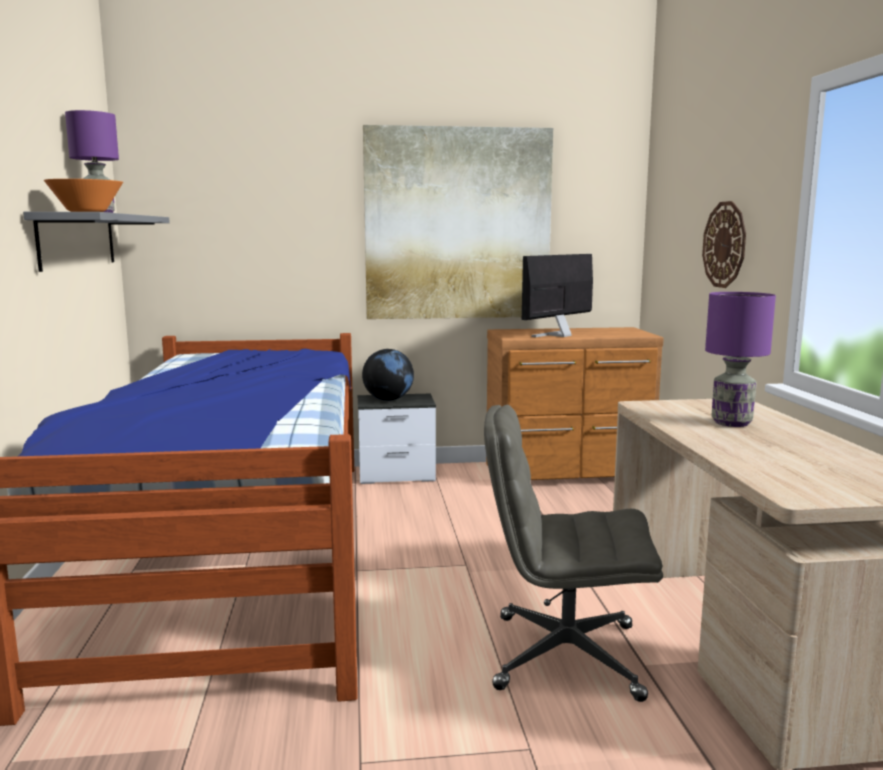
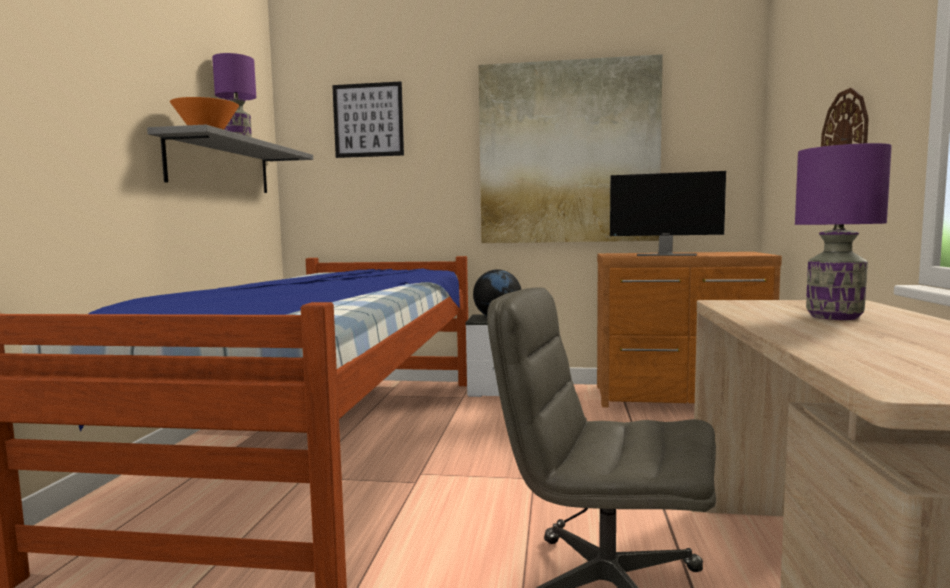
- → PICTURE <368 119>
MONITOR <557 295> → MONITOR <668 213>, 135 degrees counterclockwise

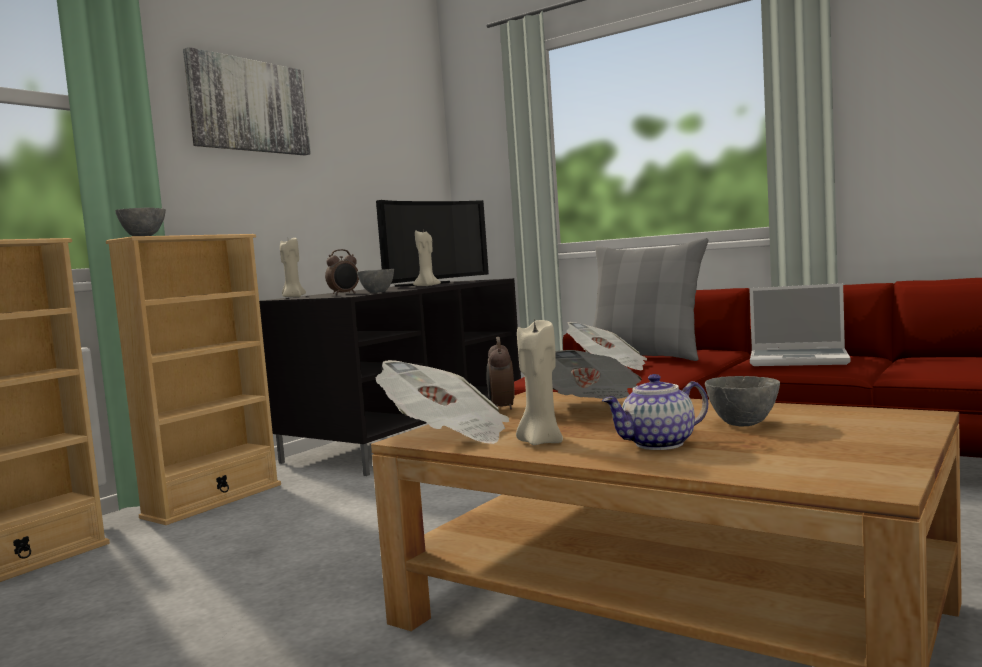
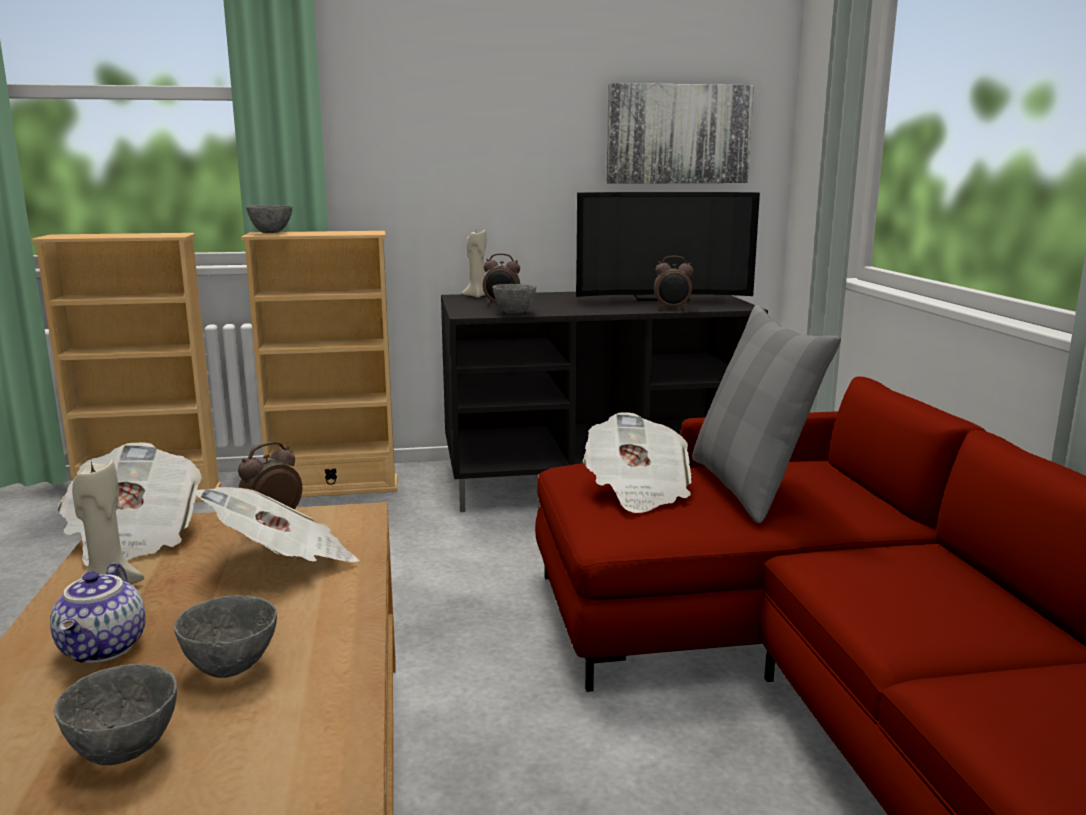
TEAPOT <655 412> → TEAPOT <98 613>, 120 degrees counterclockwise
- → GREY BOWL <115 714>
PICTURE <247 101> → PICTURE <680 133>, moved
- → ALARM CLOCK <673 283>
BEIGE CANDLE <427 258> → -
LAPTOP <800 324> → -

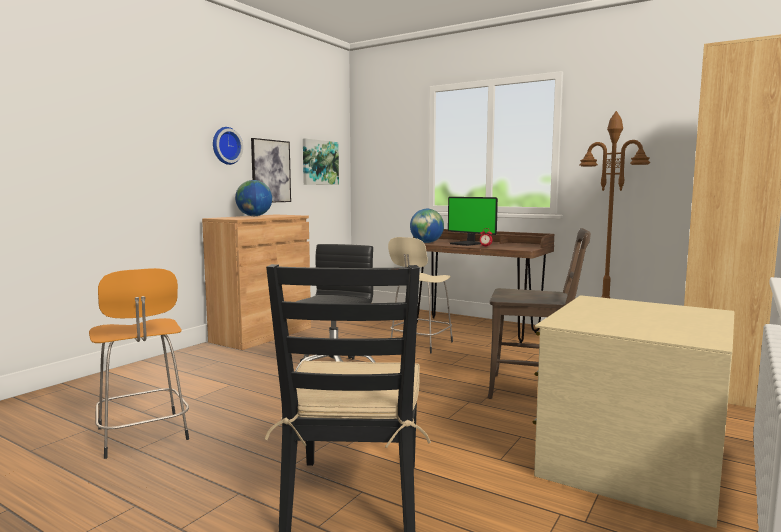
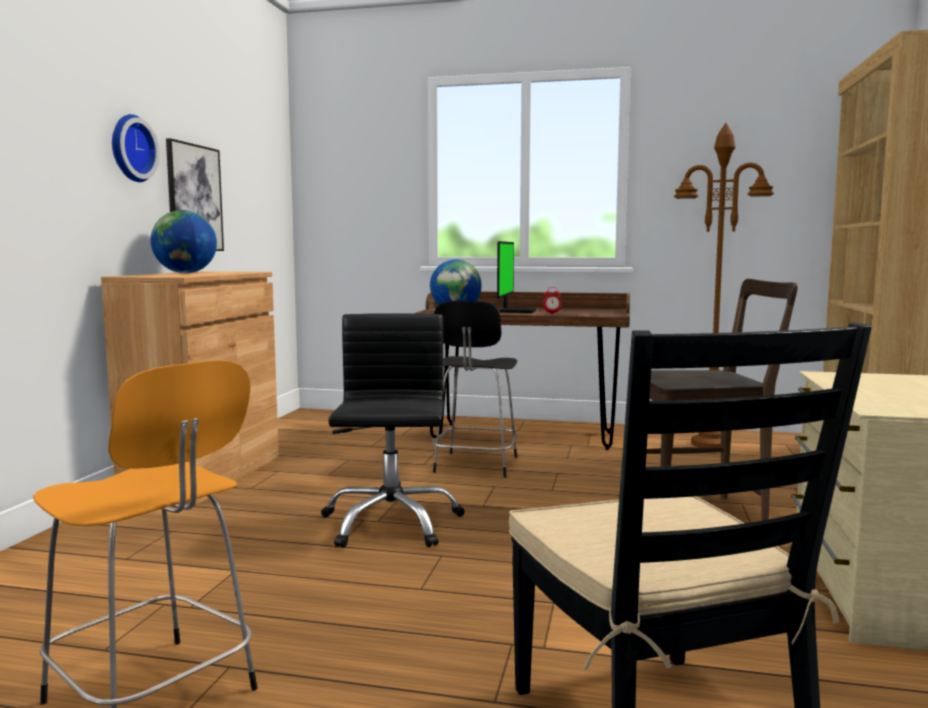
BEIGE STOOL <420 295> → BLACK STOOL <474 389>
MONITOR <473 221> → MONITOR <517 277>, 105 degrees counterclockwise
PICTURE <321 161> → -

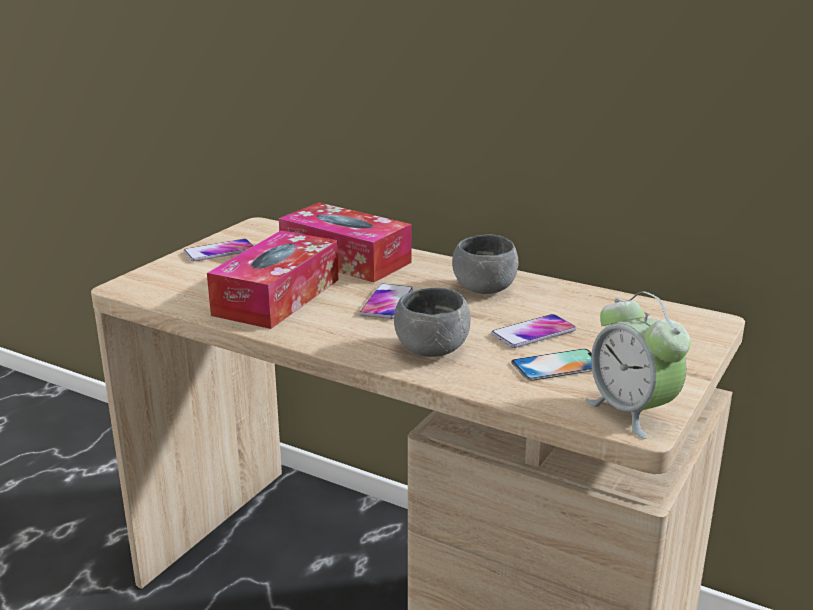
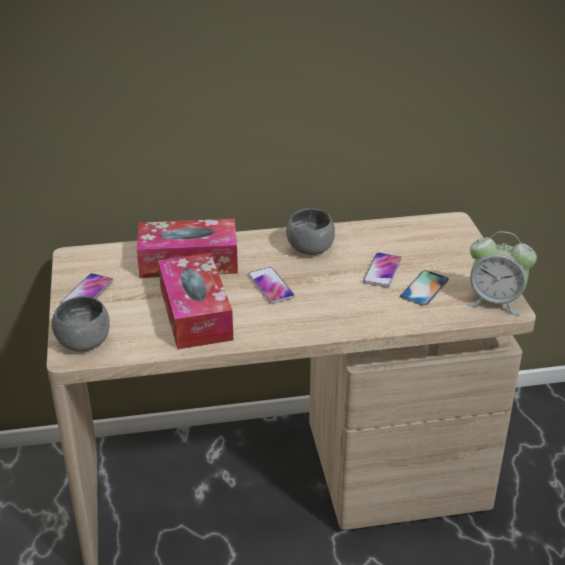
GREY BOWL <432 322> → GREY BOWL <81 324>, moved

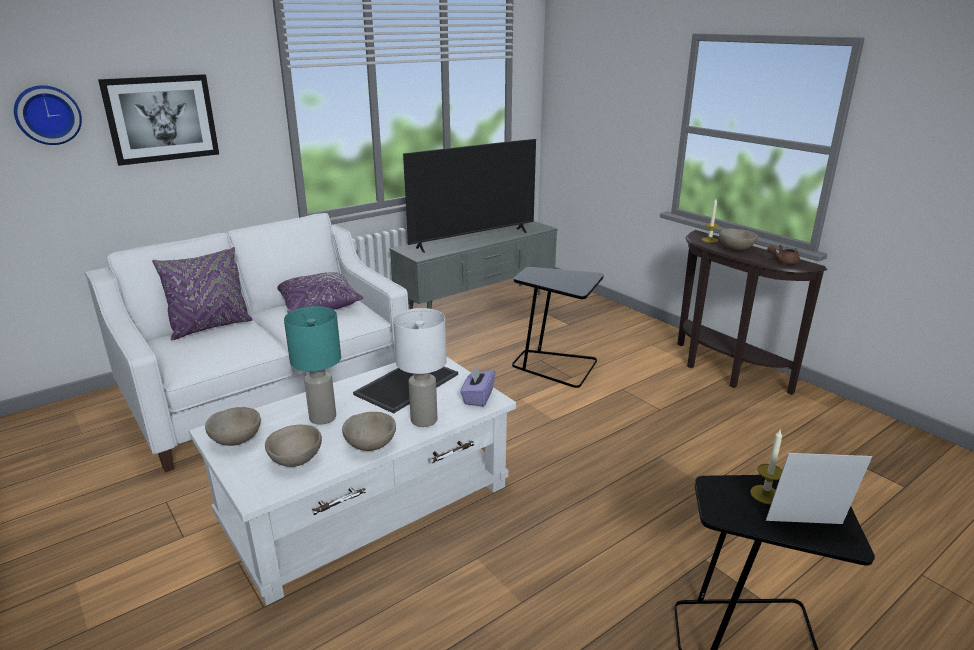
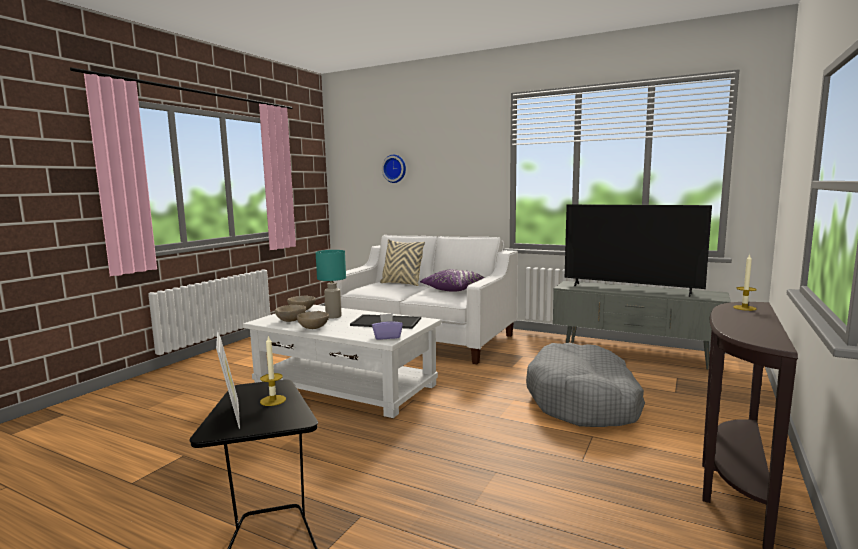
PURPLE PILLOW <202 293> → BEIGE PILLOW <402 262>
BLACK SIDE TABLE <558 327> → GREY DOG BED <585 385>
PICTURE <158 120> → -
WHITE TABLE LAMP <420 367> → -
BEIGE BOWL <738 239> → -
BROWN TEAPOT <783 254> → -

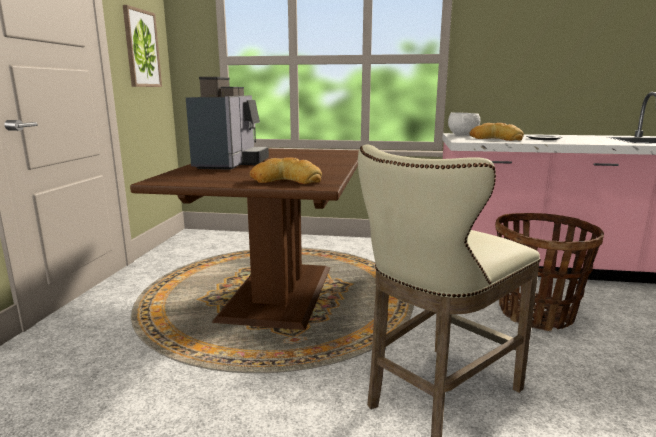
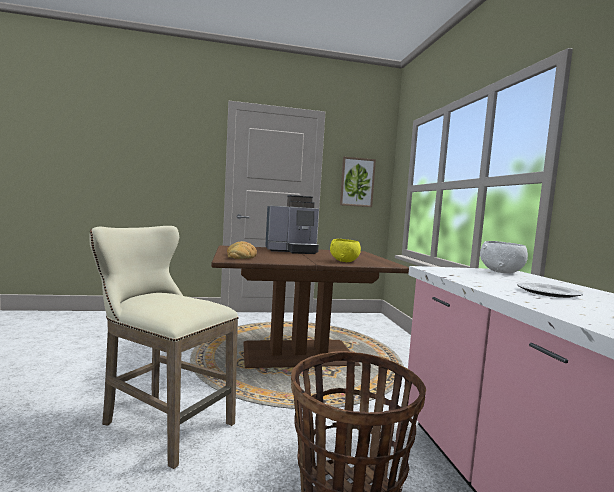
- → YELLOW BOWL <345 250>
BREAD <497 132> → -

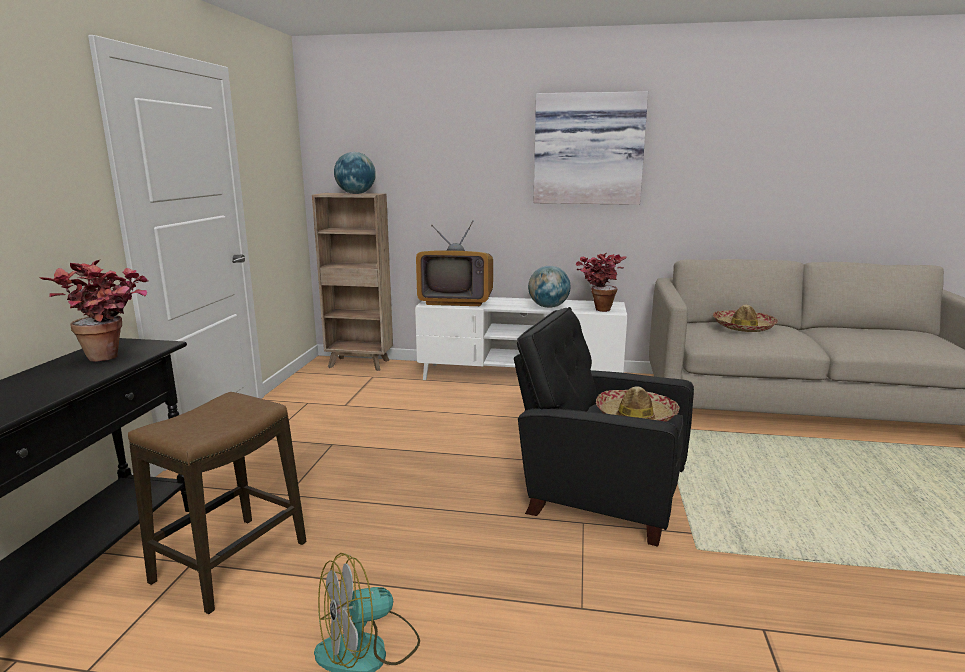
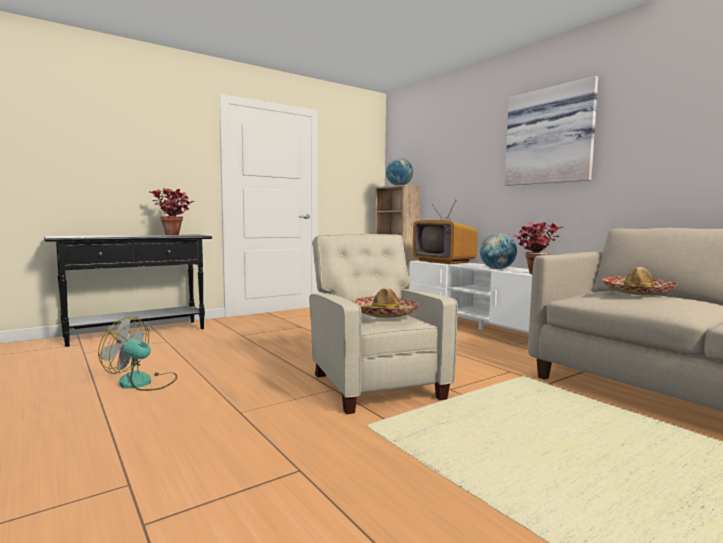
BLACK ARMCHAIR <604 427> → BEIGE ARMCHAIR <383 324>
STOOL <217 503> → -

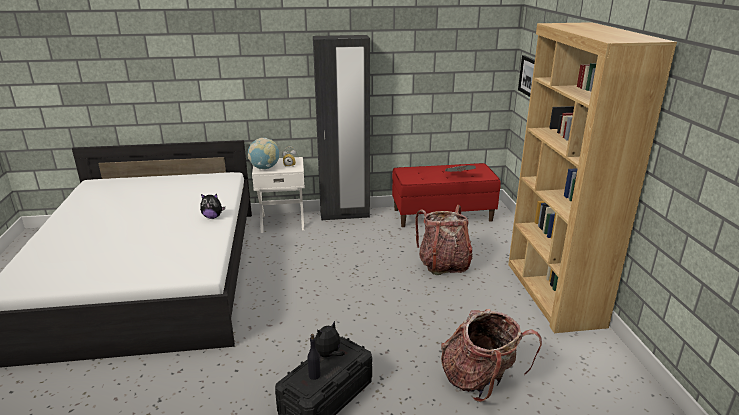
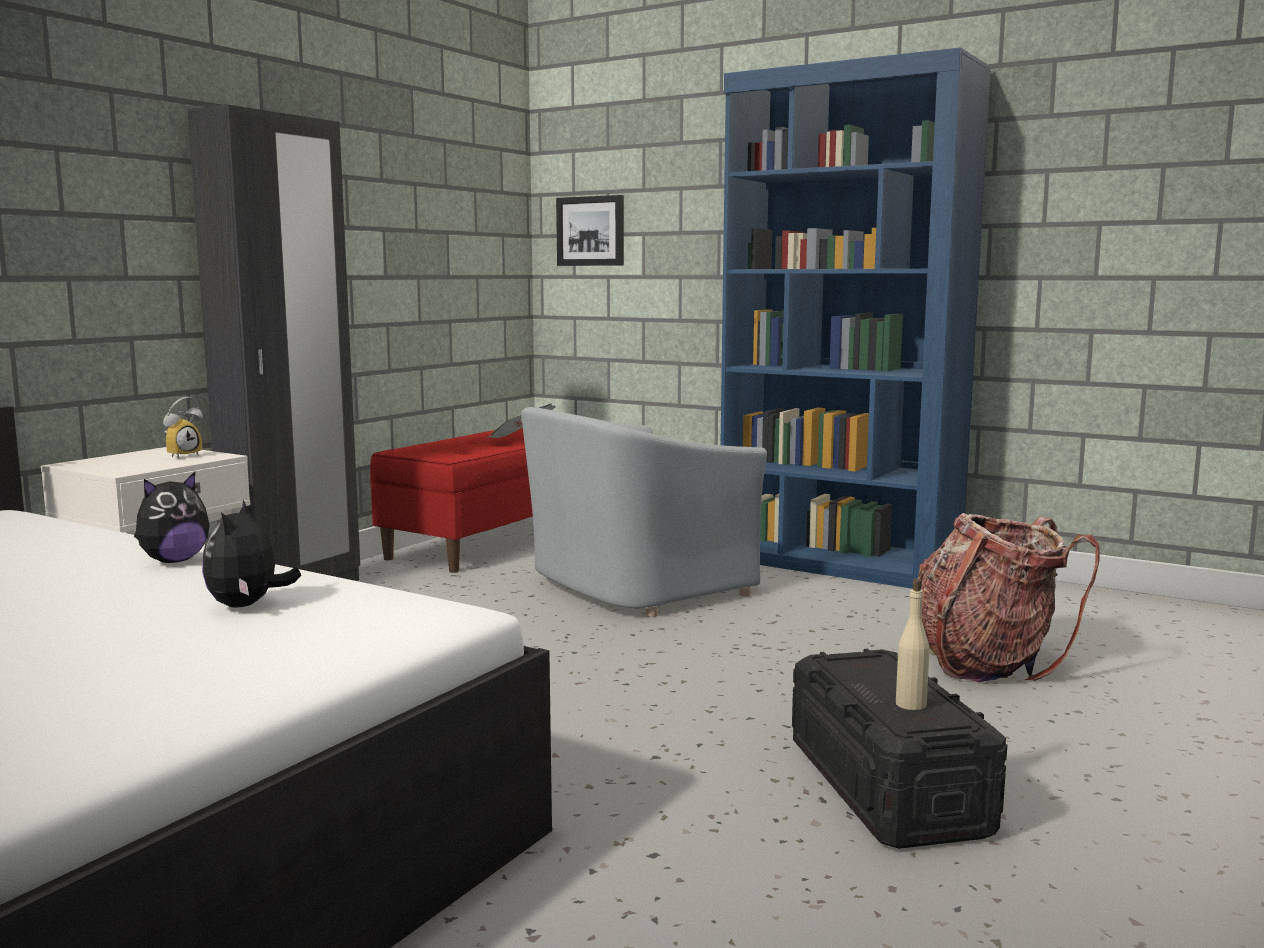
PLUSH TOY <330 339> → PLUSH TOY <251 554>, moved
BACKPACK <444 240> → GREY ARMCHAIR <644 512>
BROWN BOOKCASE <592 177> → BLUE BOOKCASE <855 318>
BLACK BOTTLE <314 357> → BEIGE BOTTLE <912 644>
GLOBE <263 153> → -

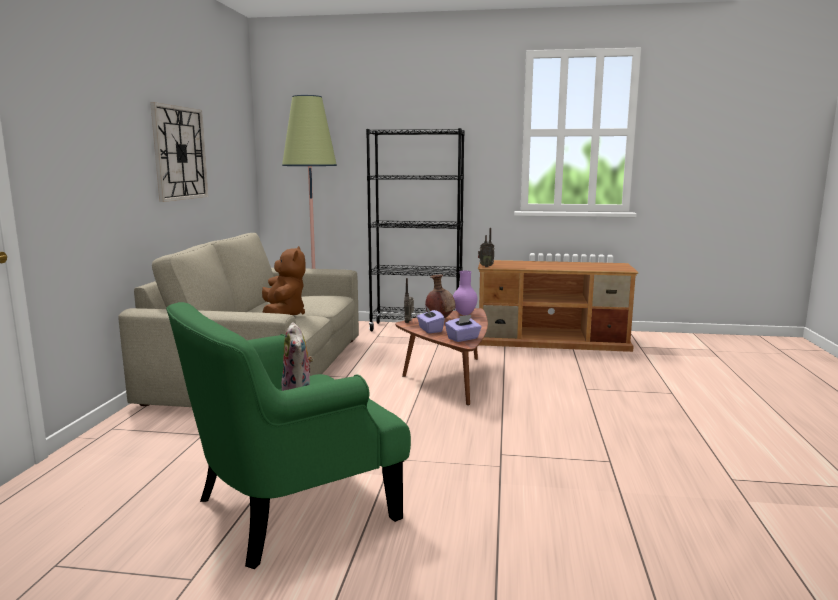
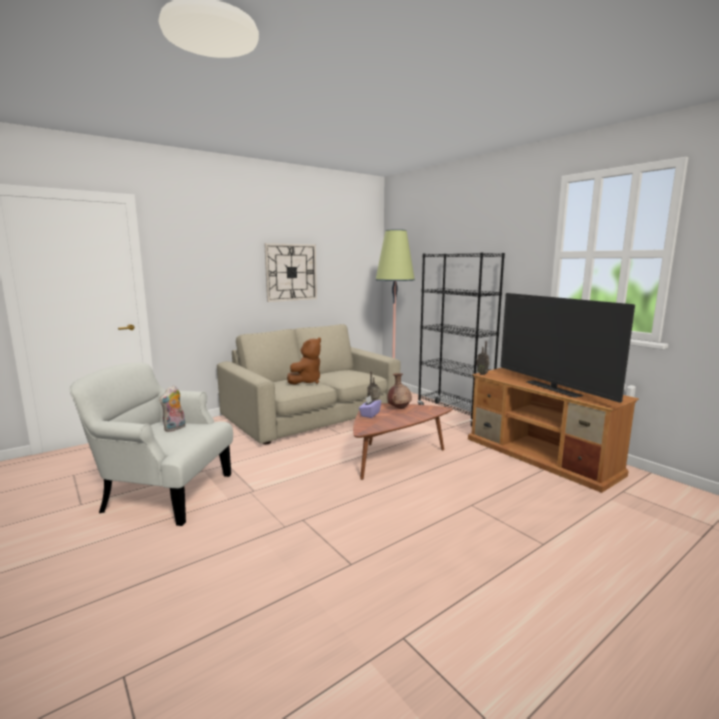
GREEN ARMCHAIR <288 435> → WHITE ARMCHAIR <151 444>
- → TELEVISION <568 348>
PURPLE TISSUE BOX <463 328> → -
PURPLE VASE <465 293> → -

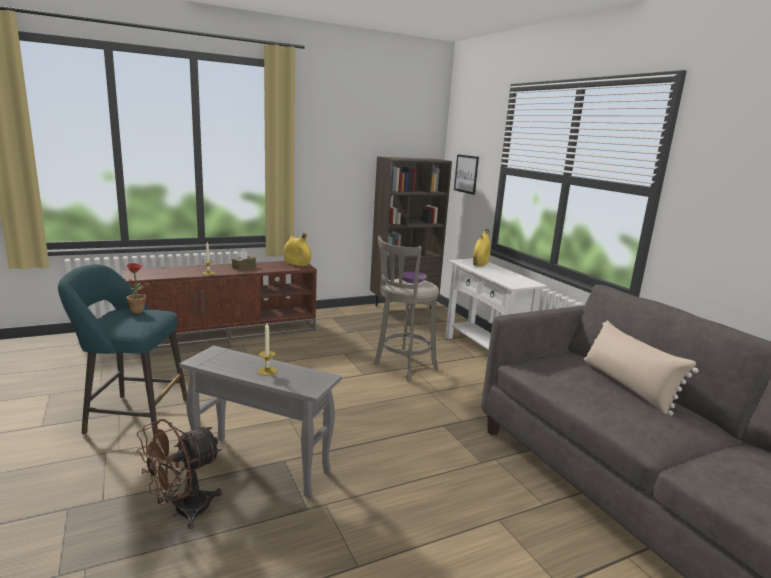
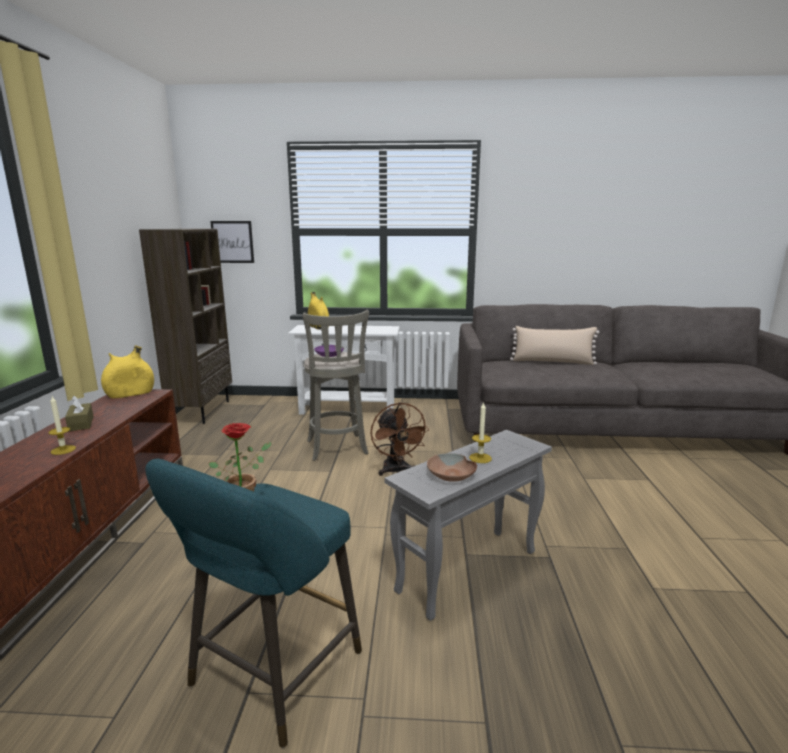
BROWN FAN <179 474> → BROWN FAN <400 439>, moved
- → BROWN BOWL <452 467>

